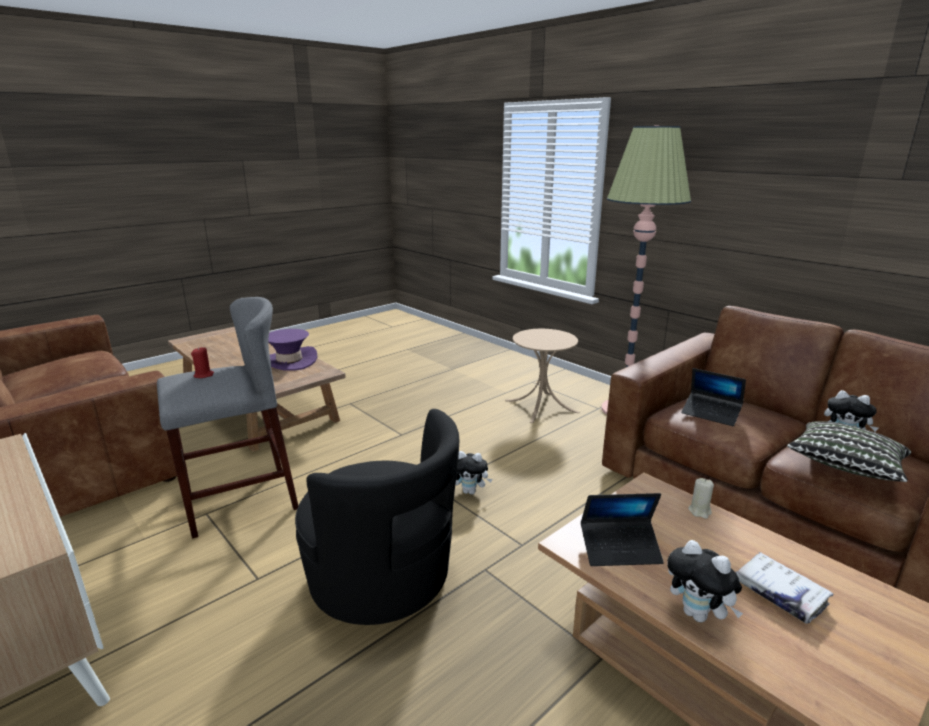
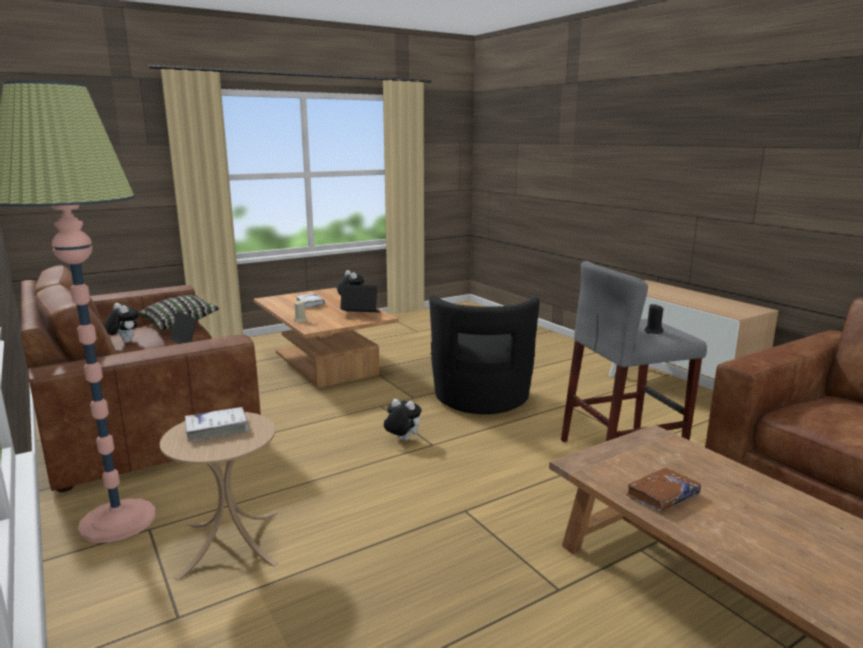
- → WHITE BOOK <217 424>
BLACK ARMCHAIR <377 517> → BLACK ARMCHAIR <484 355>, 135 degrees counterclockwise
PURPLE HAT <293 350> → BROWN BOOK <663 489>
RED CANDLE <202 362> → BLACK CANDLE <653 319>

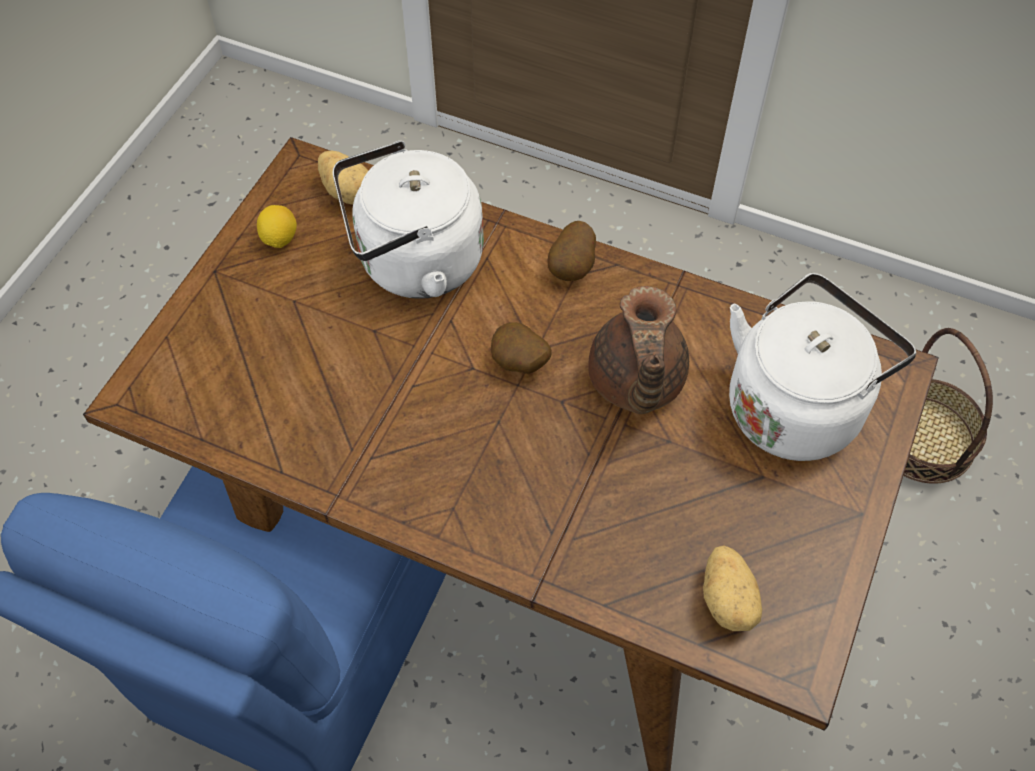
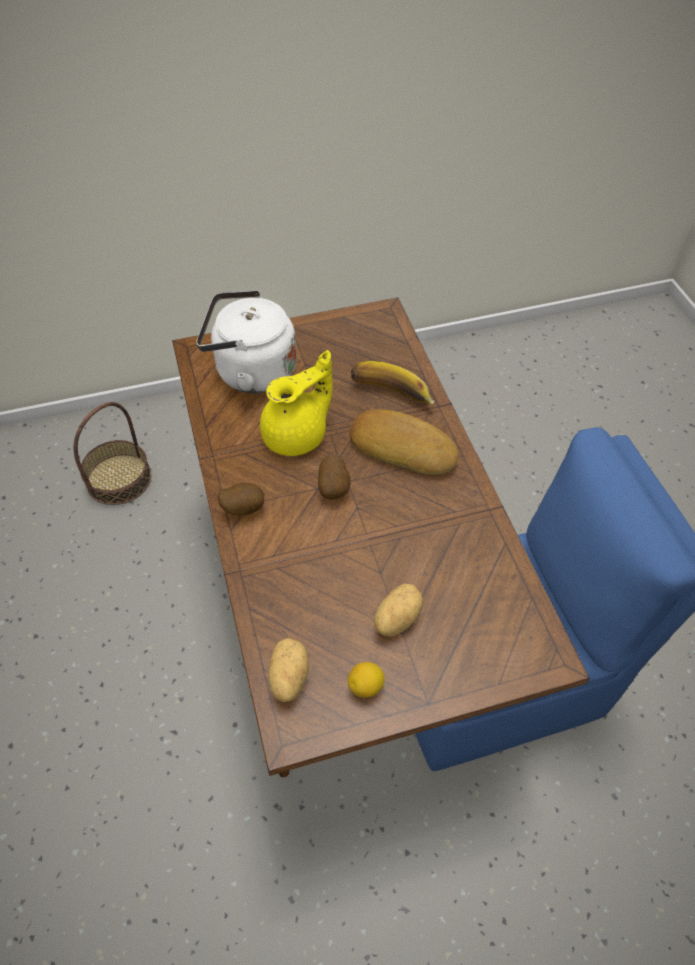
BROWN TEAPOT <638 350> → YELLOW TEAPOT <296 403>
- → BREAD <403 442>
- → BANANA <392 383>
POTATO <732 588> → POTATO <398 610>, moved
WHITE KETTLE <408 220> → -

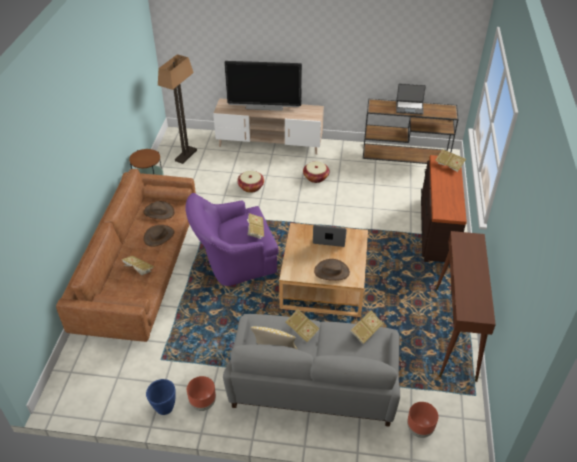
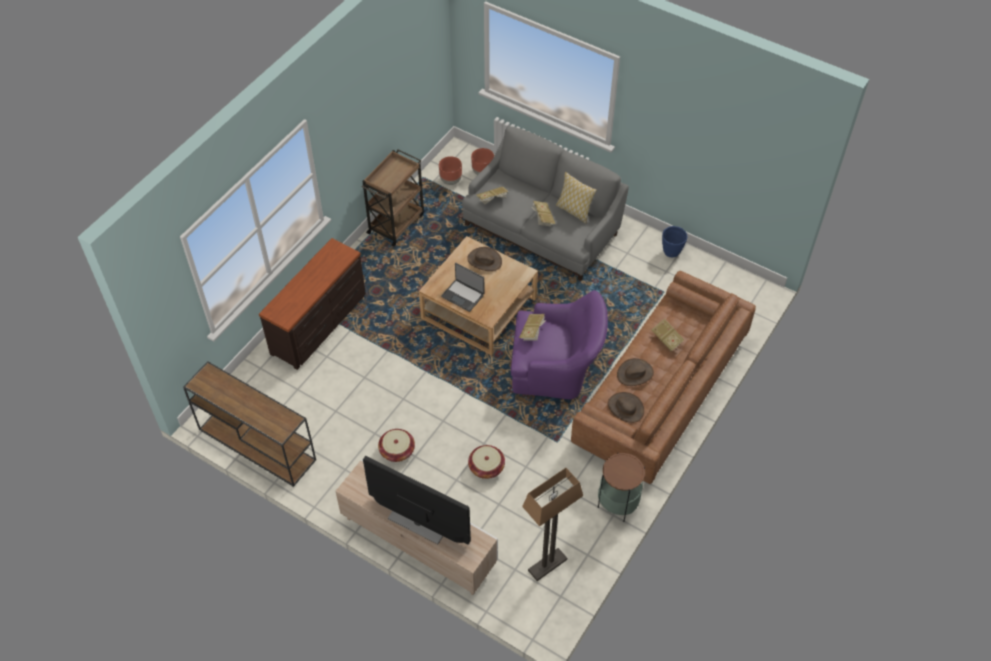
BROWN CONSOLE TABLE <466 306> → BROWN CART <393 198>
BROWN PLANTER <201 393> → BROWN PLANTER <450 170>, moved
LAPTOP <411 99> → -
BOOK <450 160> → -

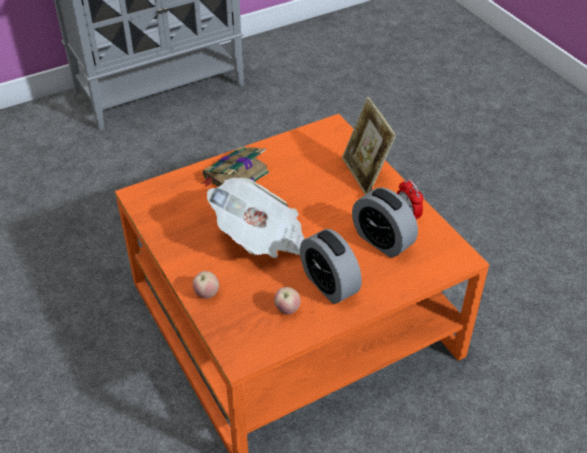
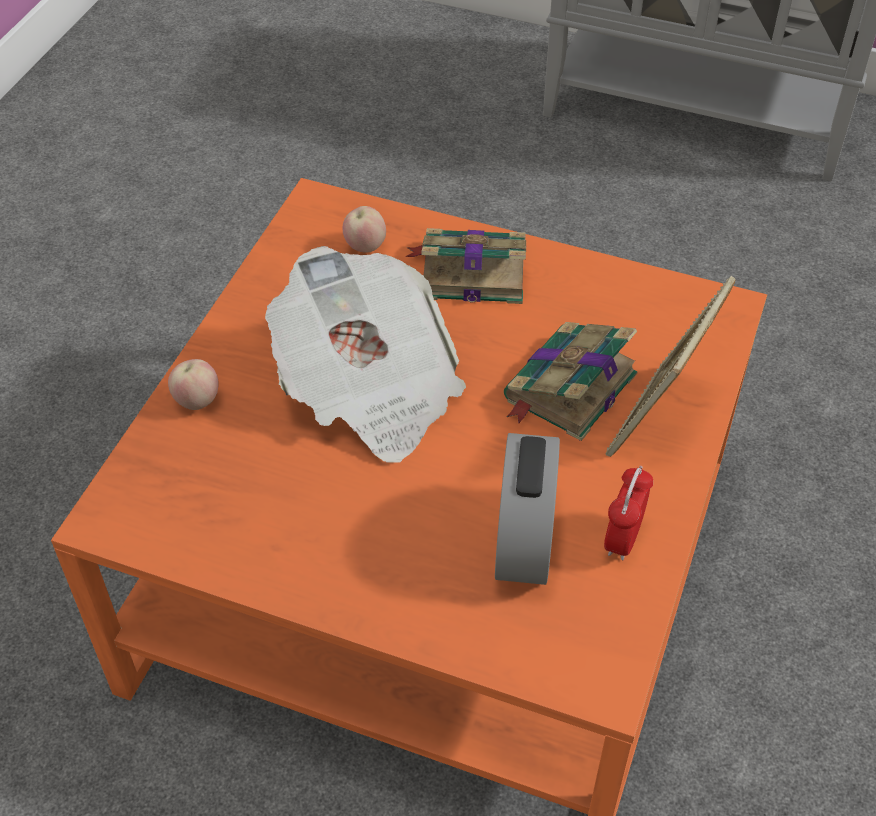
APPLE <287 301> → APPLE <364 229>, moved
- → BOOK <571 381>
ALARM CLOCK <331 266> → -

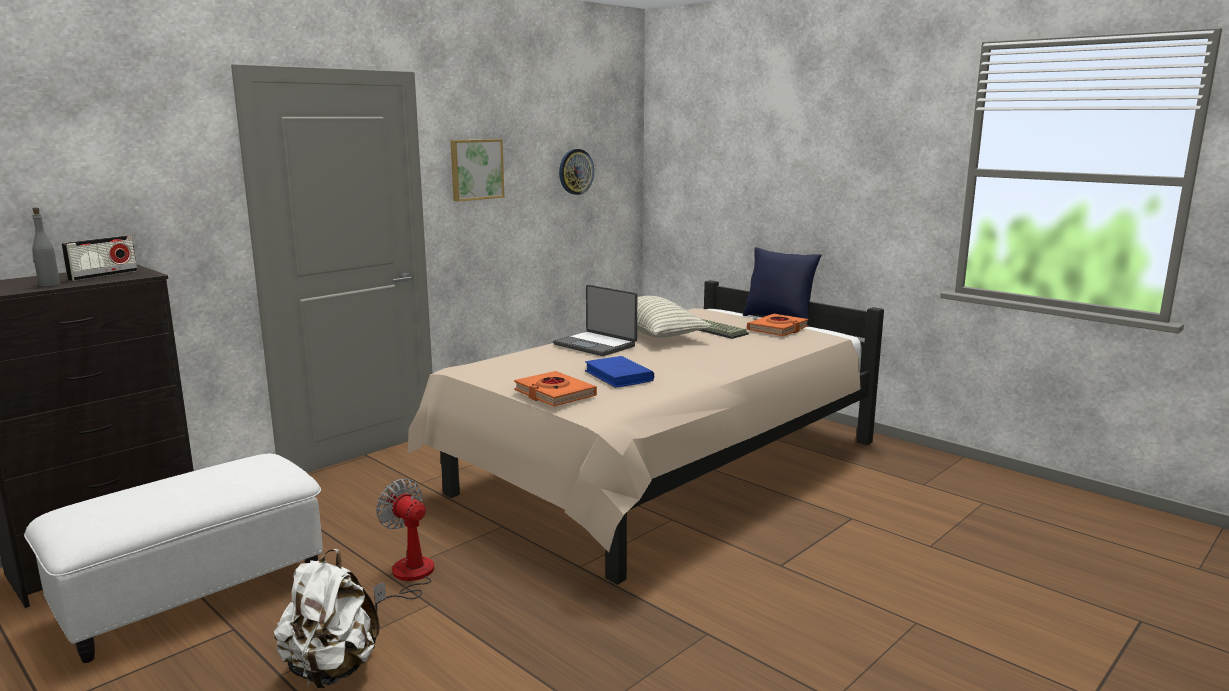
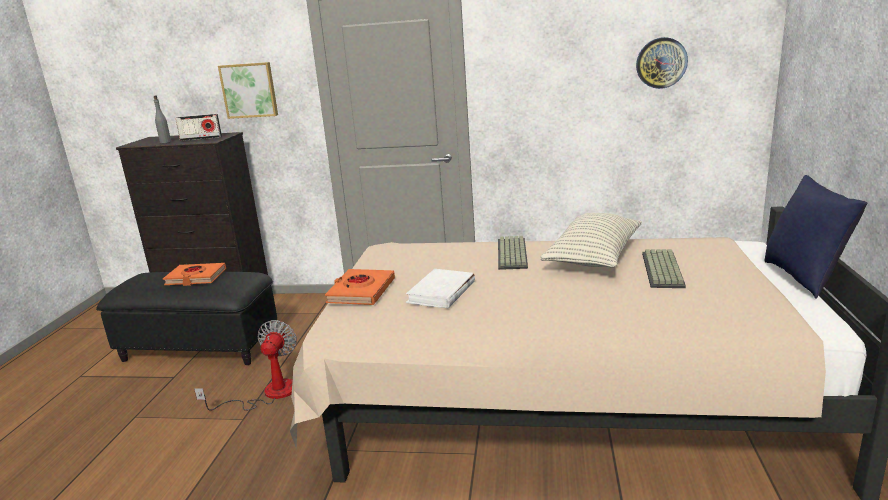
WHITE OTTOMAN <173 558> → BLACK OTTOMAN <186 318>
ORANGE BOOK <778 325> → ORANGE BOOK <194 274>, moved
PICTURE <477 170> → PICTURE <248 90>, moved
BLUE BOOK <619 372> → WHITE BOOK <440 288>
LAPTOP <595 320> → KEYBOARD <513 253>
WHITE BACKPACK <327 618> → -

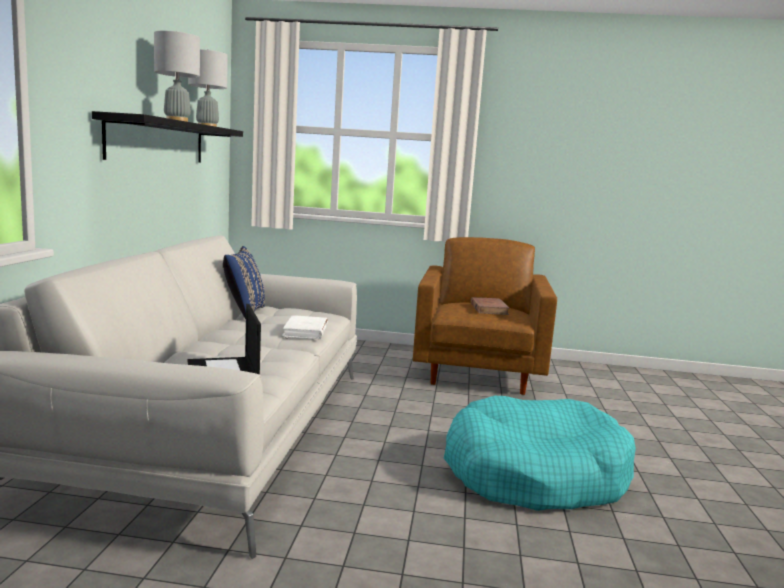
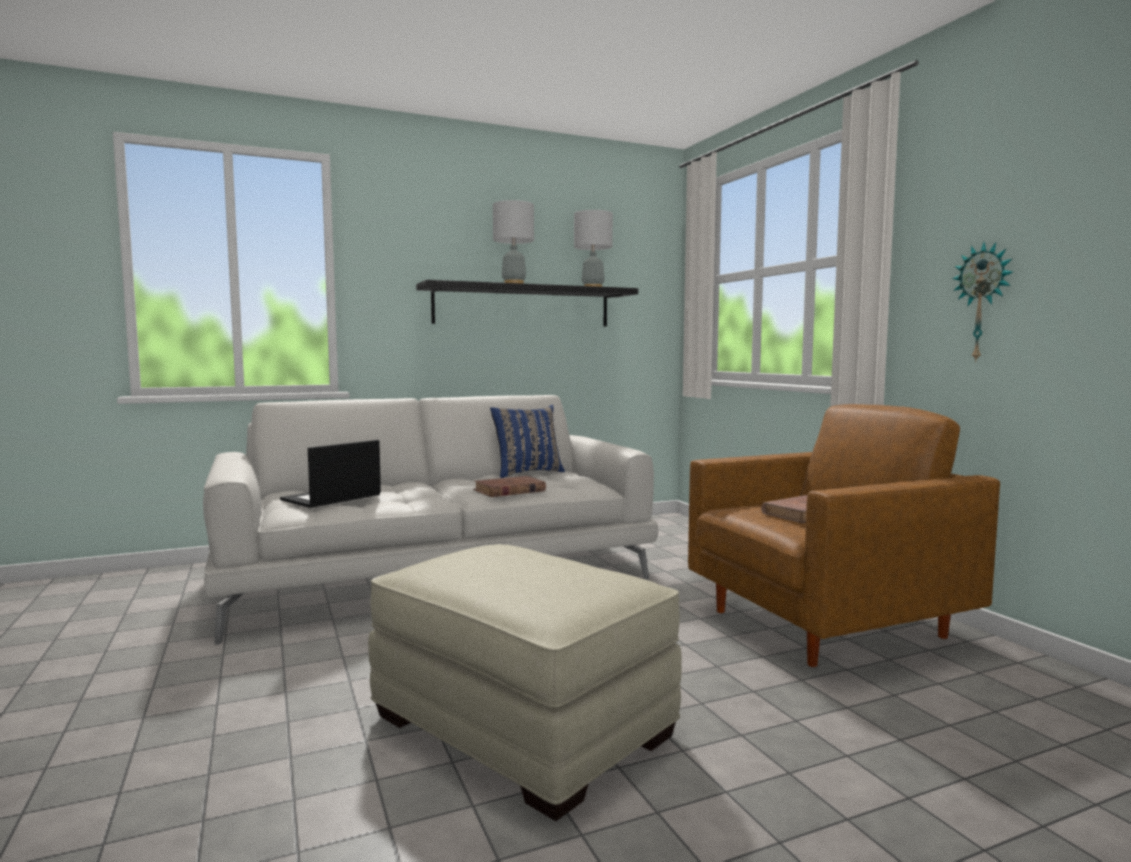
TURQUOISE DOG BED <539 453> → BEIGE OTTOMAN <525 682>
WHITE BOOK <305 327> → BROWN BOOK <509 486>
- → WALL CLOCK <982 302>

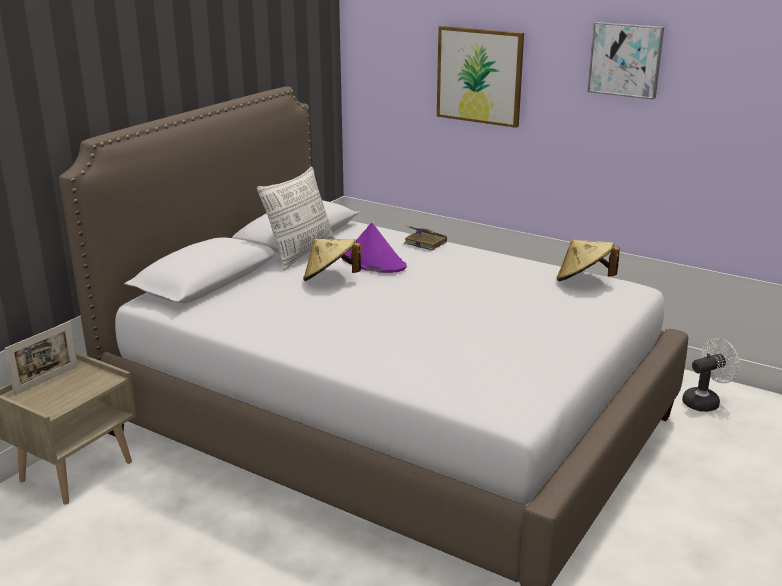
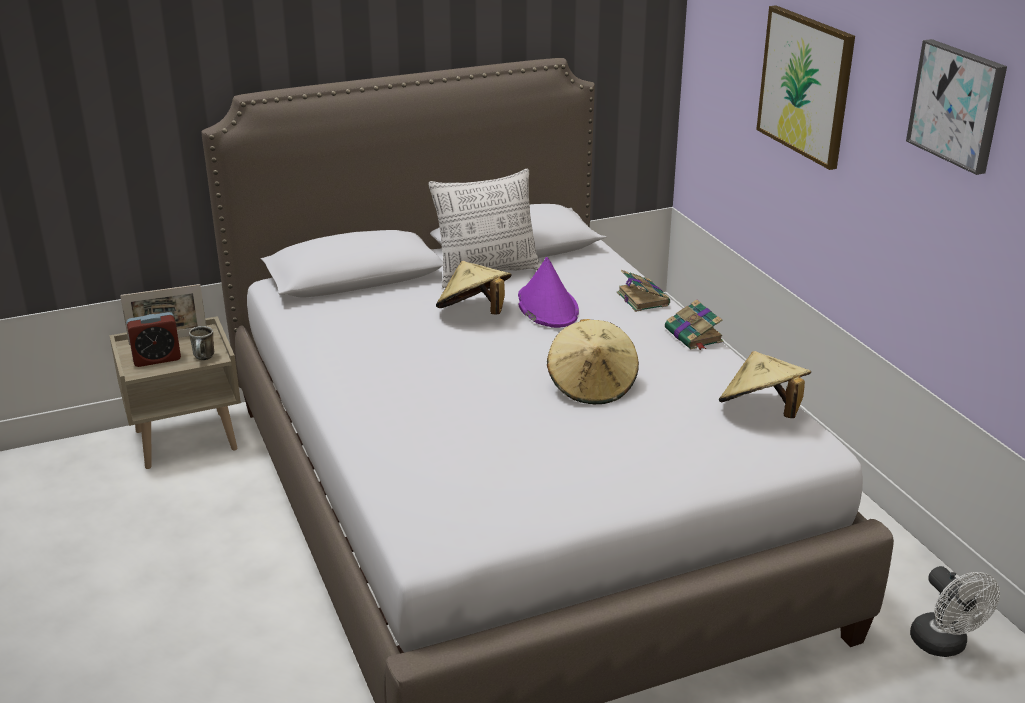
- → ALARM CLOCK <153 339>
- → MUG <201 343>
- → BEIGE HAT <593 361>
- → BOOK <694 324>
WHITE FAN <711 375> → WHITE FAN <955 611>, 60 degrees clockwise

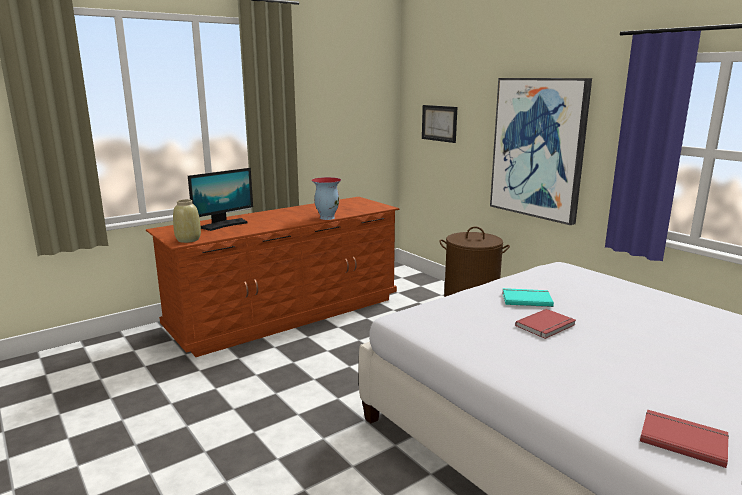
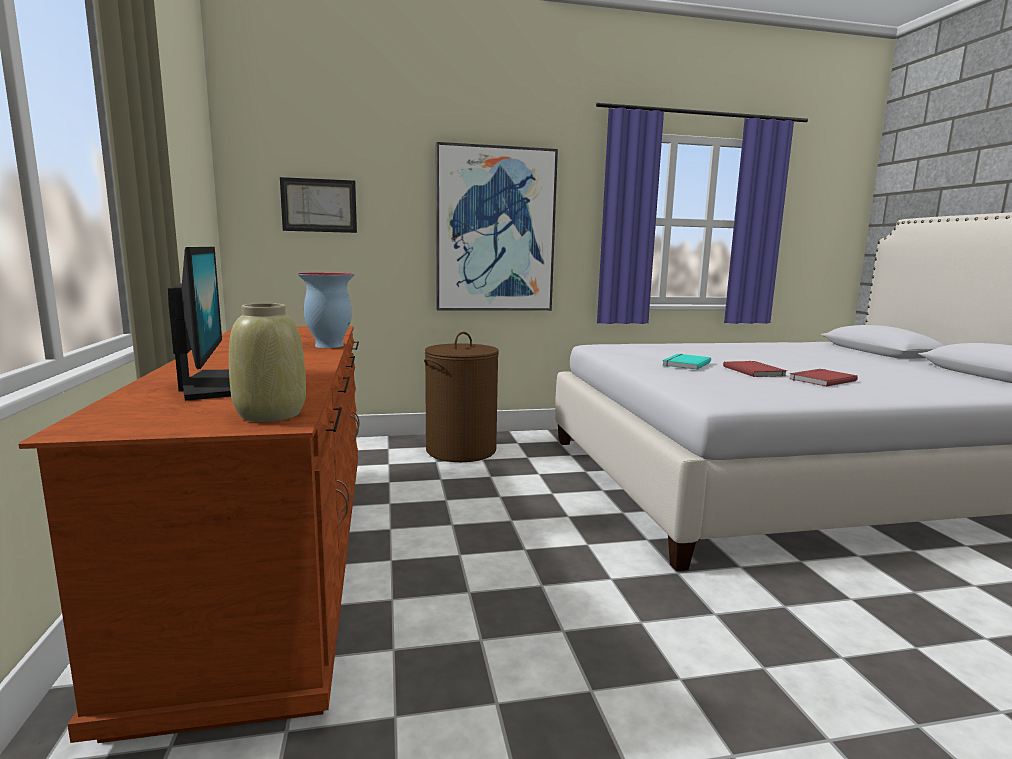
RED BOOK <684 439> → RED BOOK <823 378>, moved

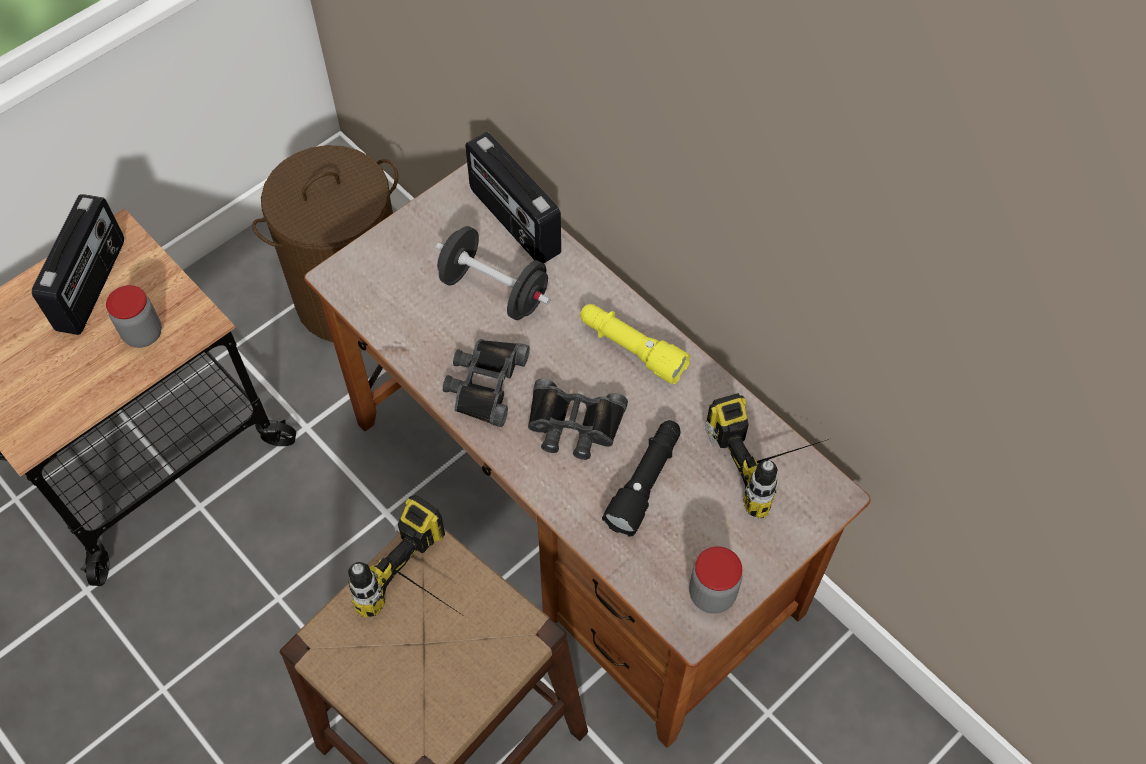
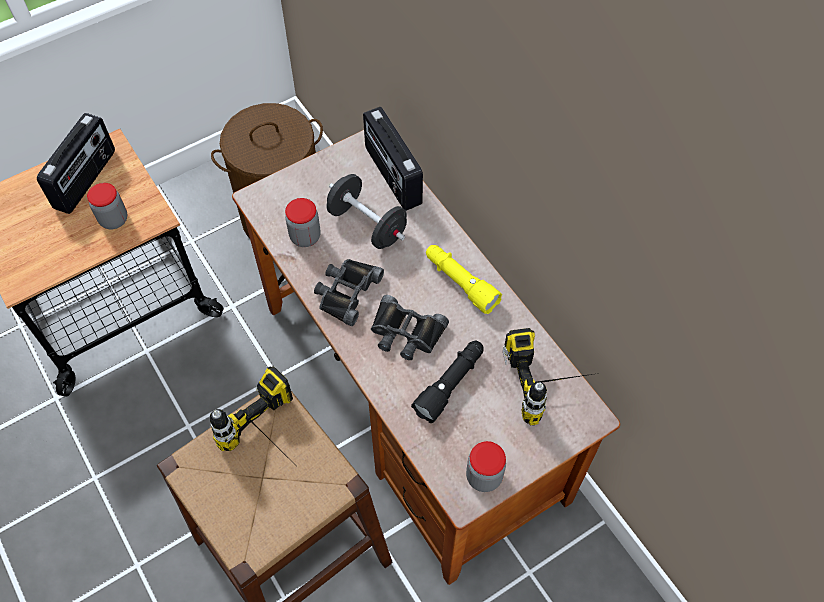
- → JAR <303 222>

